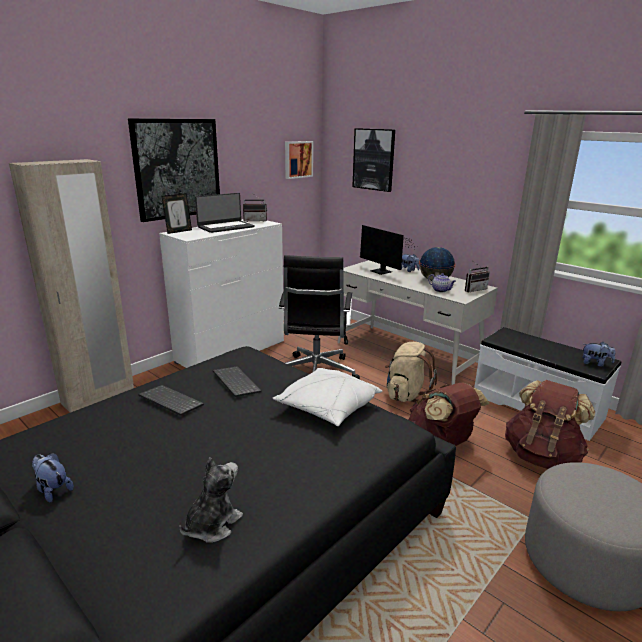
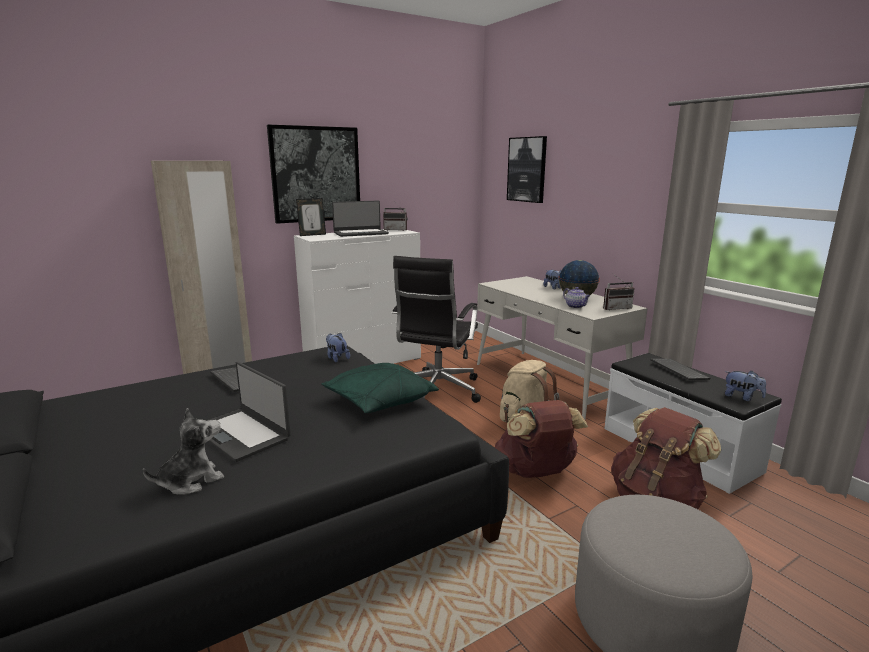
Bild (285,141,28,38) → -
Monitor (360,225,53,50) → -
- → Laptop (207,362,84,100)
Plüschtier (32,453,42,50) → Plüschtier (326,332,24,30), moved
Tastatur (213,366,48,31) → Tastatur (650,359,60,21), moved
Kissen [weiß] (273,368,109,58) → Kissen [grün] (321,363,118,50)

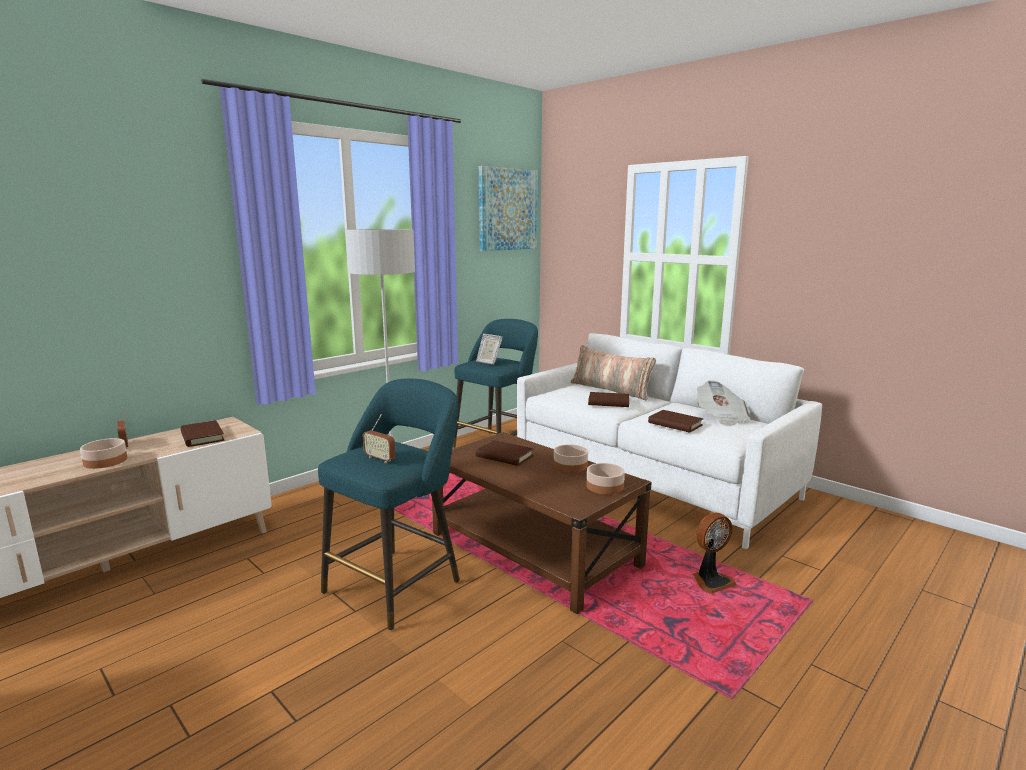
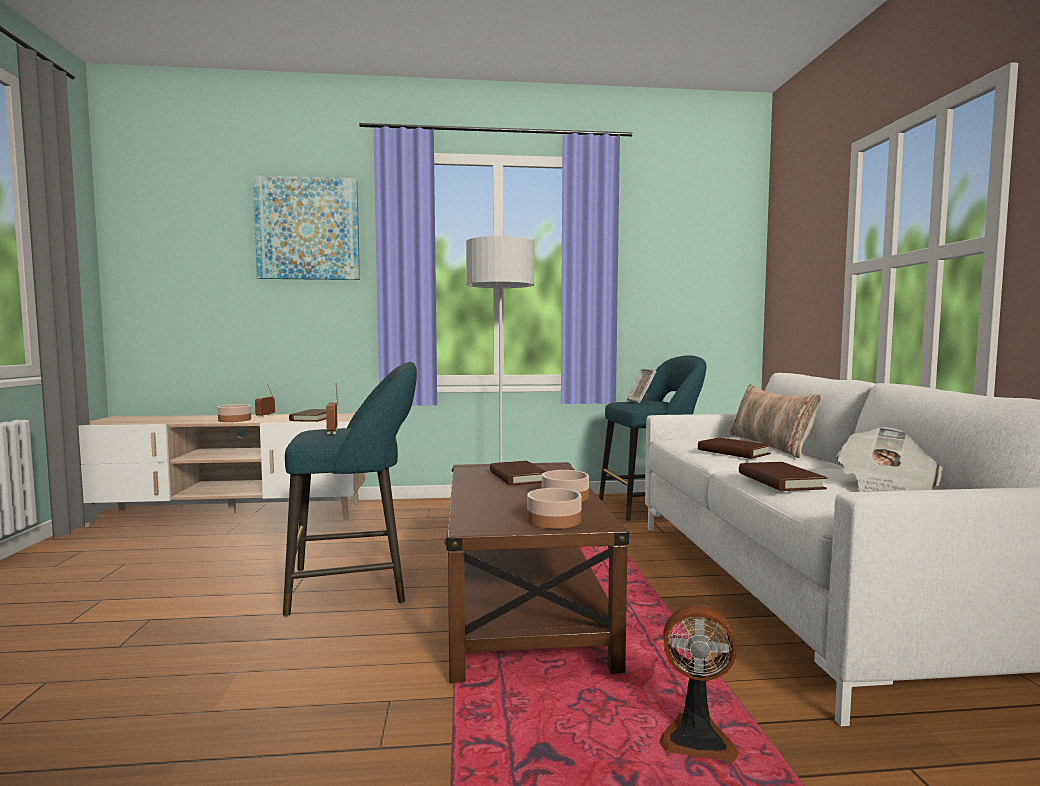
Bild (479,166,59,85) → Bild (253,176,107,104), moved

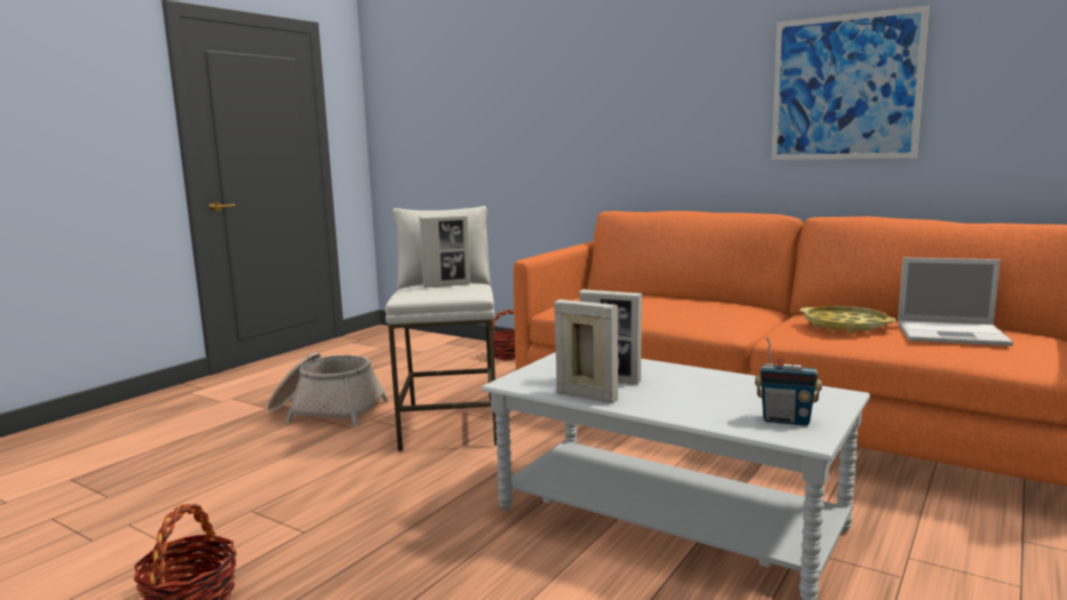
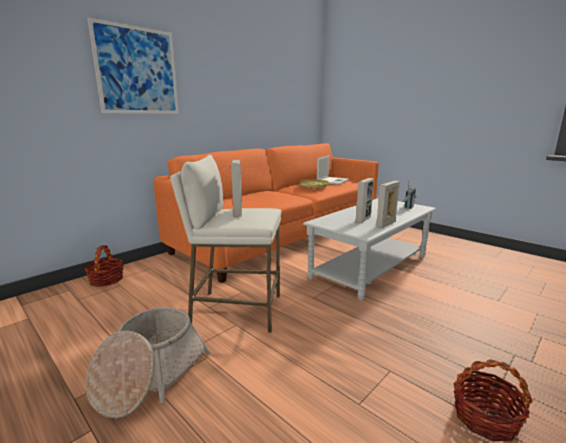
Bild (771,6,158,154) → Bild (87,17,92,97), moved

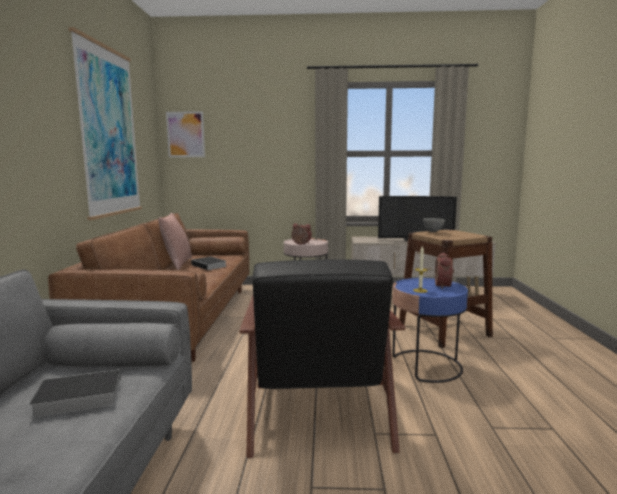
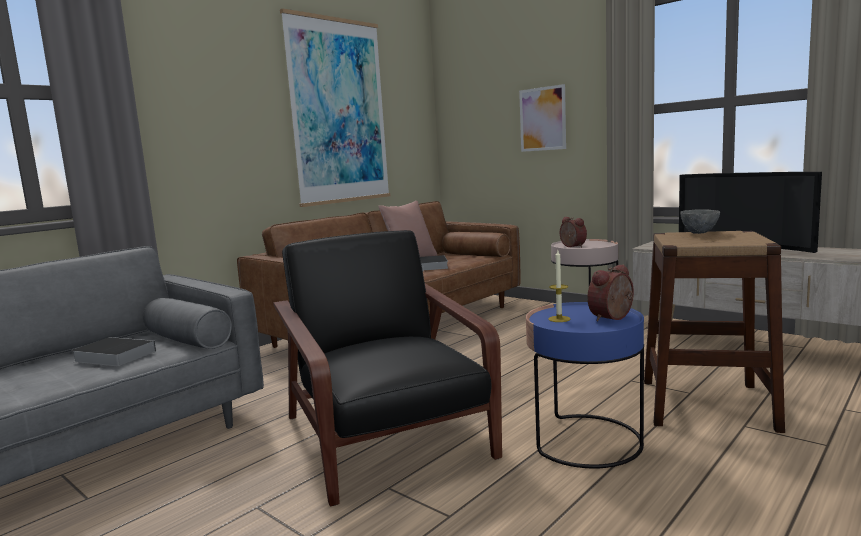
Bild (166,111,39,46) → Bild (519,84,47,68), moved
Sessel [schwarz] (239,259,166,199) → Sessel [schwarz] (274,230,228,276), 120 degrees clockwise

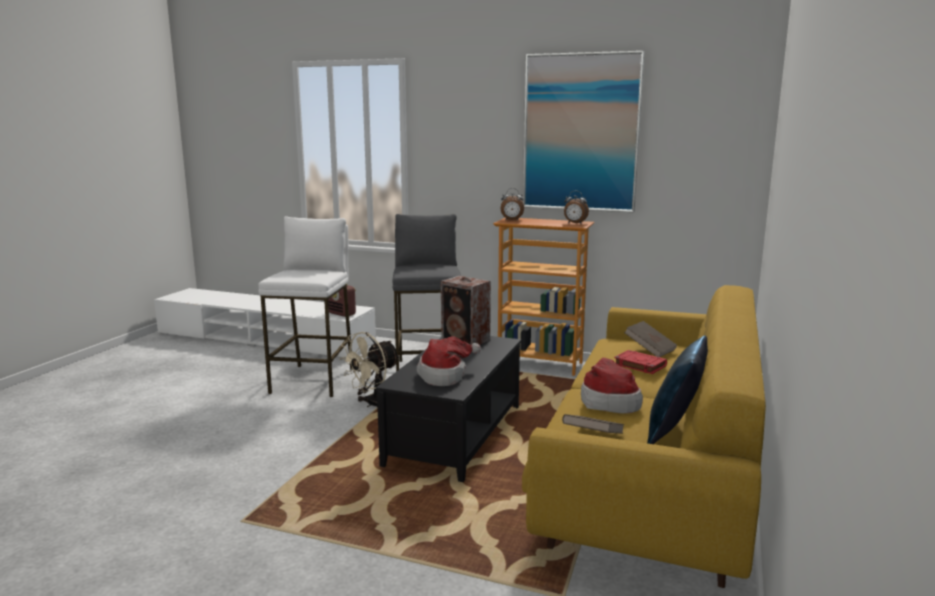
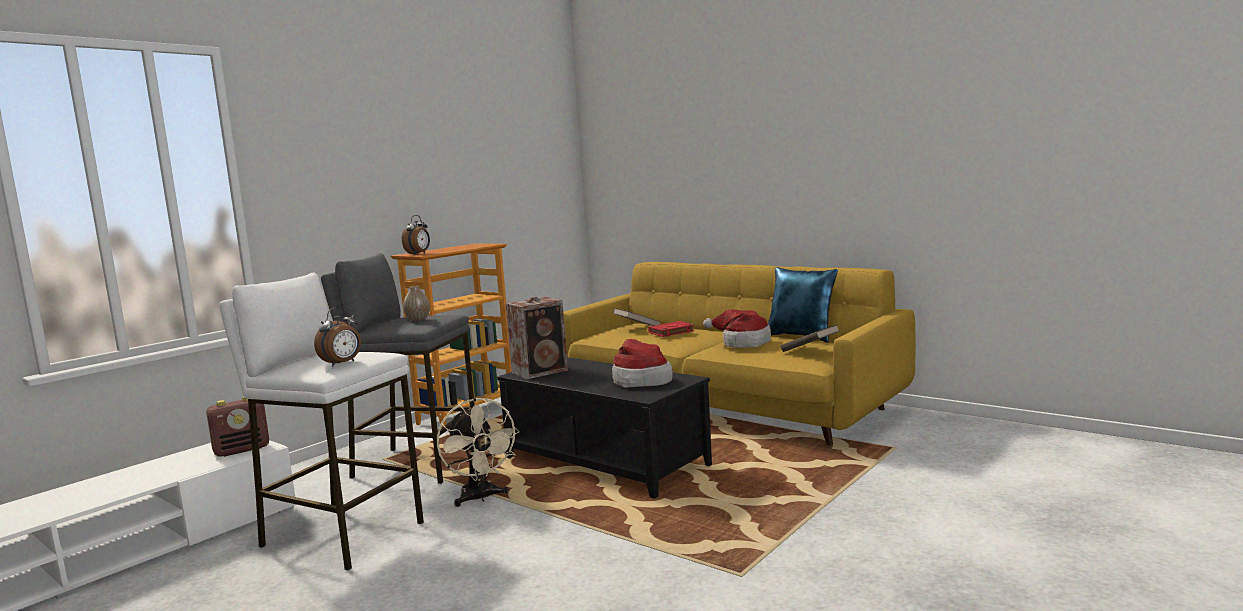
Bild (523,51,121,161) → -
- → Vase (403,286,27,35)
Wecker (564,191,25,33) → Wecker (314,307,47,59), moved

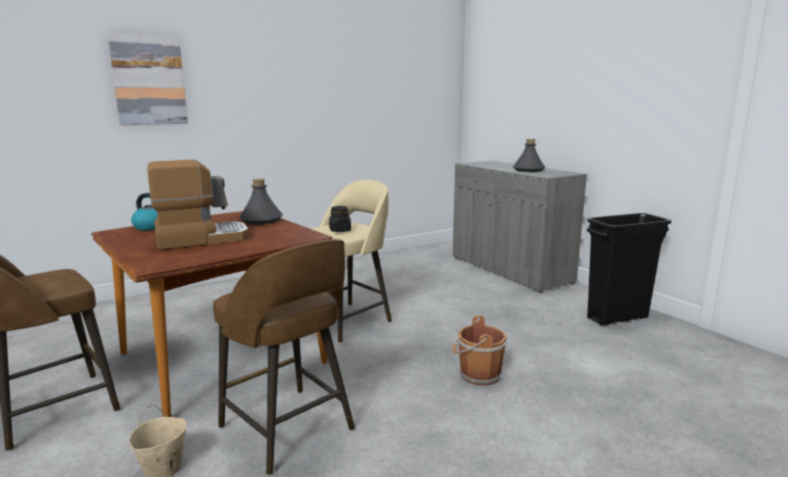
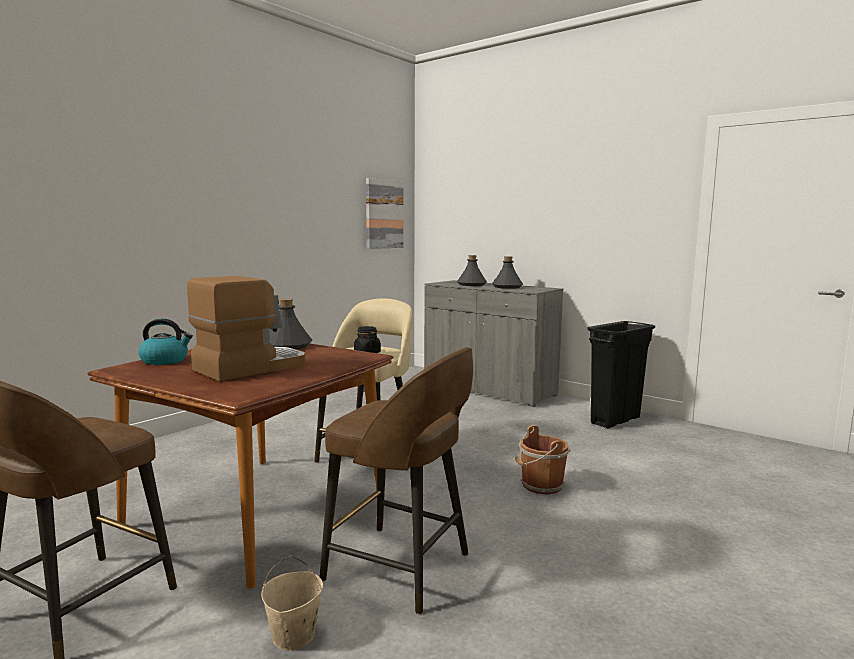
- → Flasche [grau] (457,255,30,31)
Bild (107,33,81,92) → Bild (366,178,38,71), moved

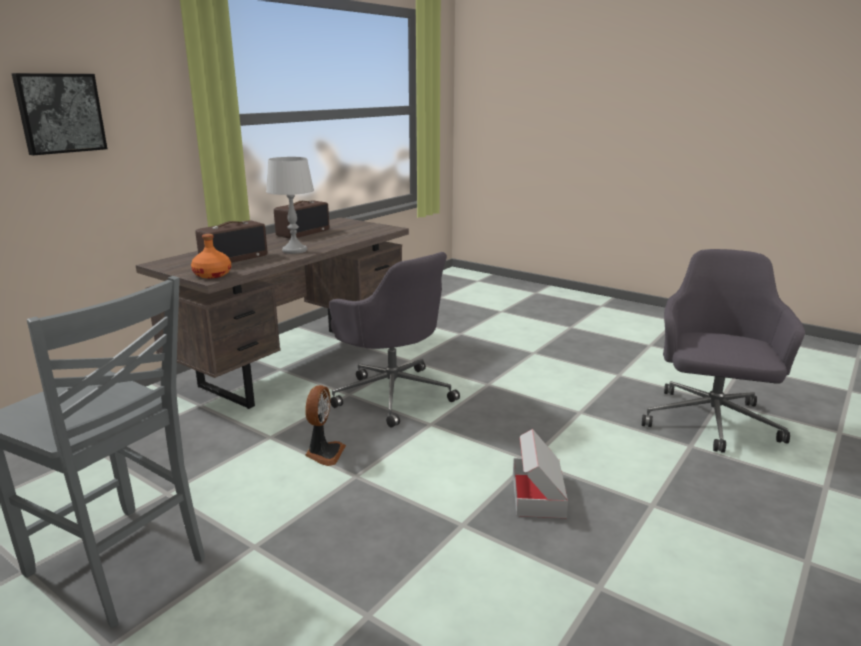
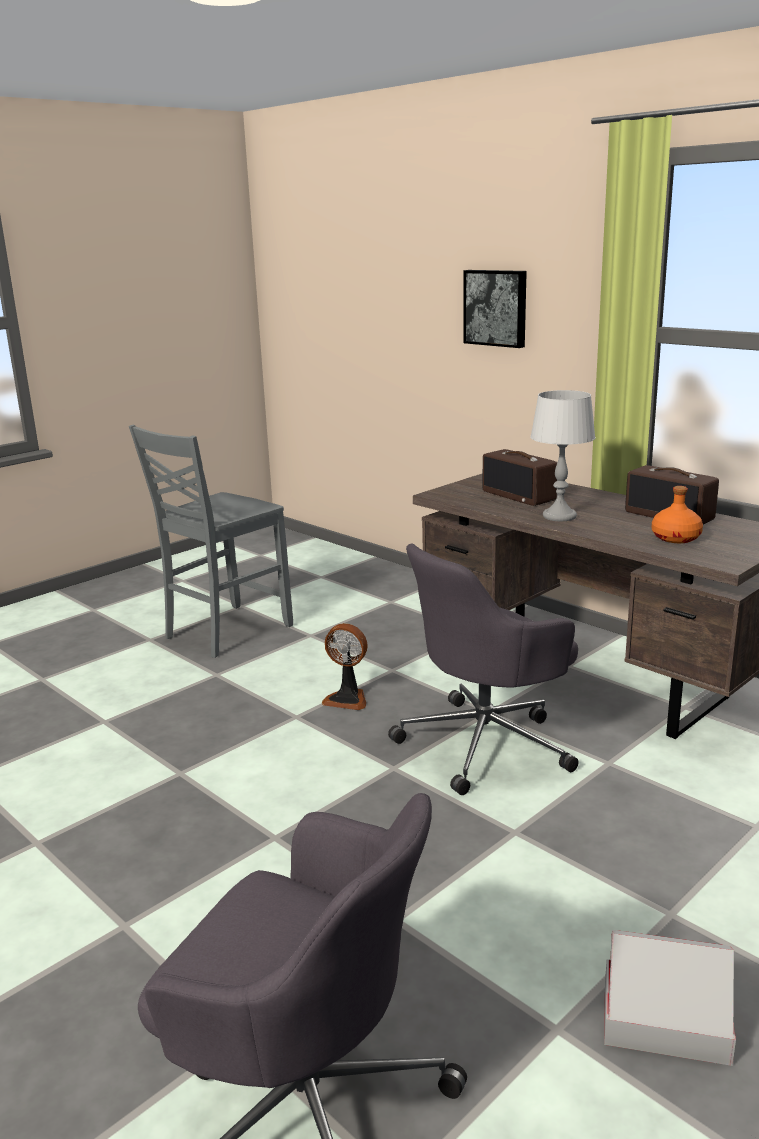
Flasche [orange] (191,234,40,44) → Flasche [orange] (652,486,51,57), moved
Karton (513,429,55,89) → Karton (604,930,132,136), moved

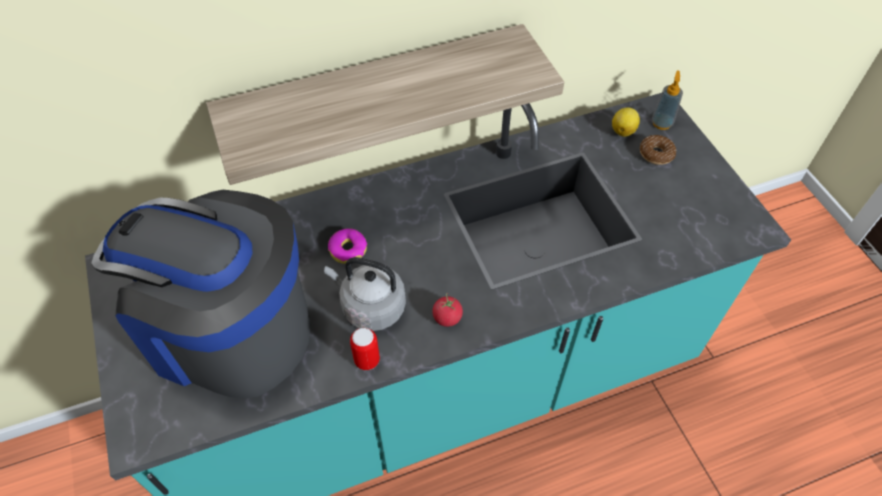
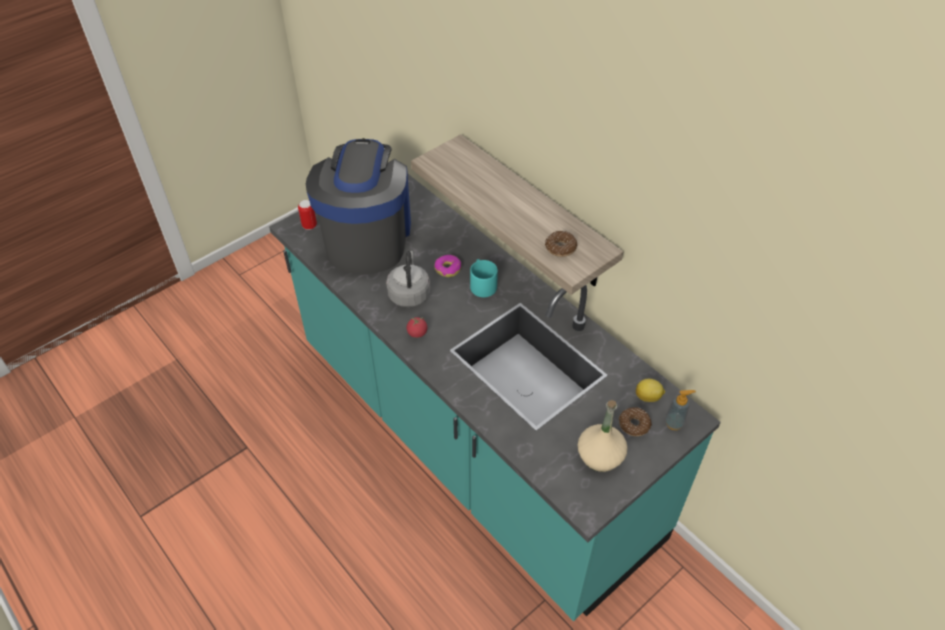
- → Henkelbecher [türkis] (470,259,28,38)
- → Donut (545,231,32,26)
- → Flasche [beige] (578,400,50,72)
Dose (350,328,30,42) → Dose (298,200,19,30), moved

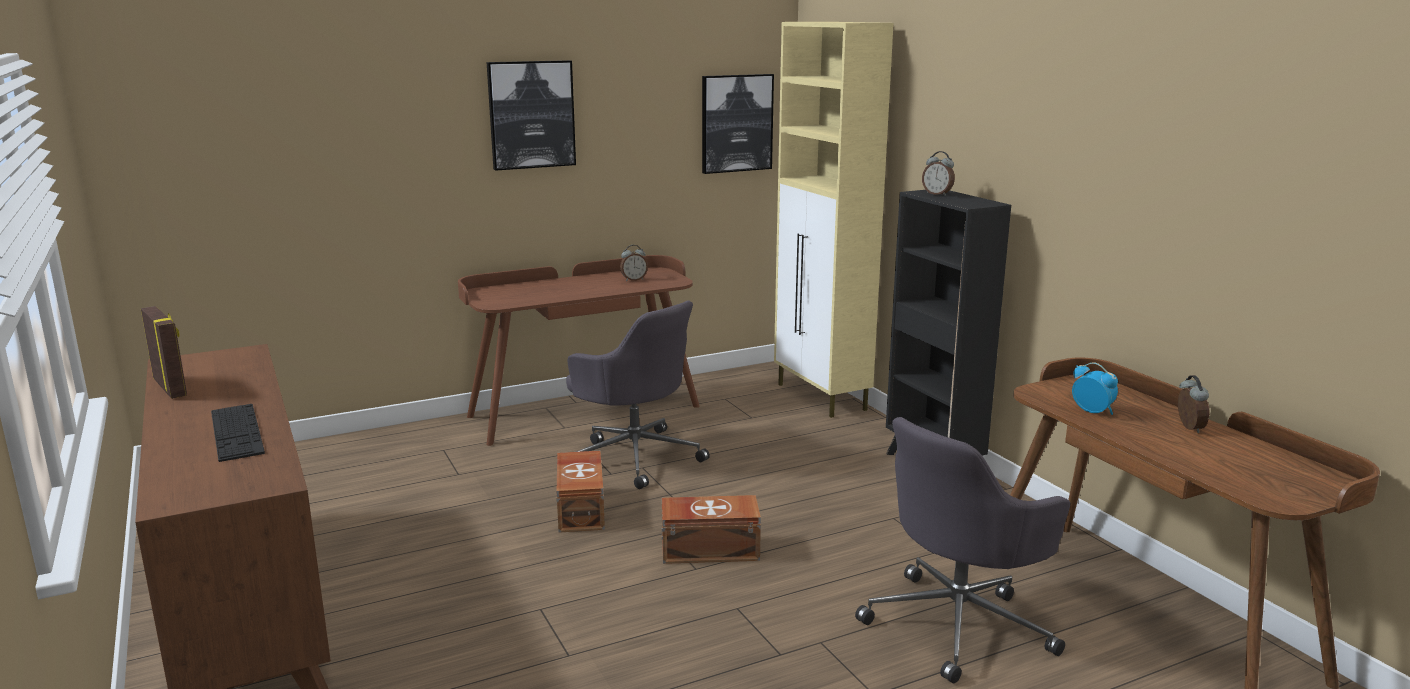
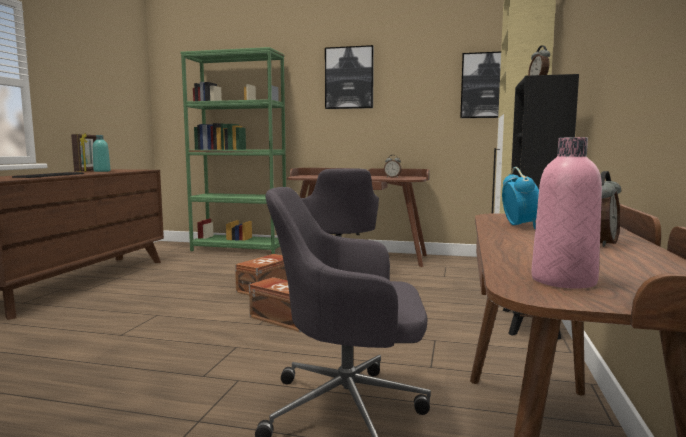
- → Flasche [türkis] (93,135,18,37)
- → Bücherregal [grün] (181,47,105,207)
- → Flasche [rosa] (531,137,71,152)

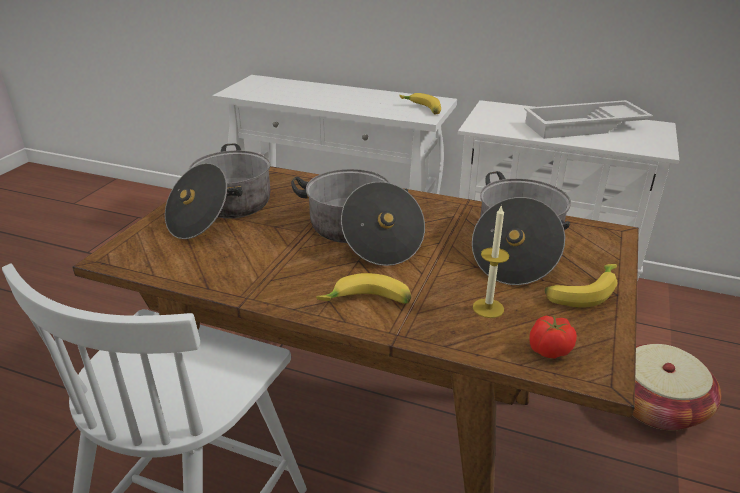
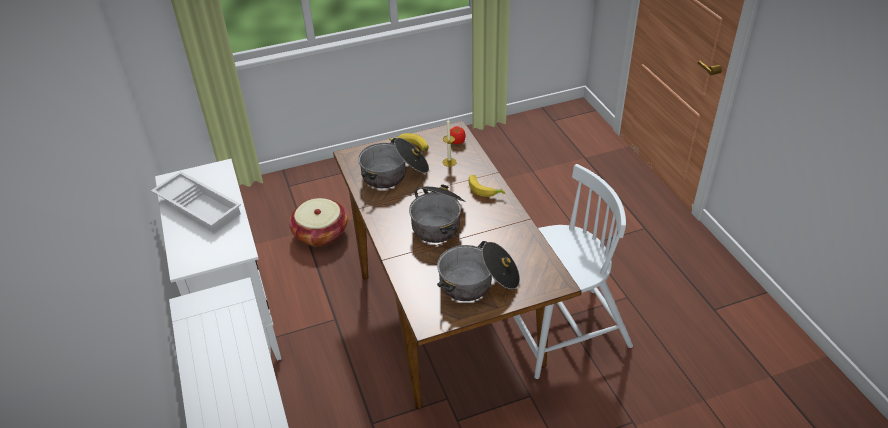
Banane (400,93,41,21) → -

